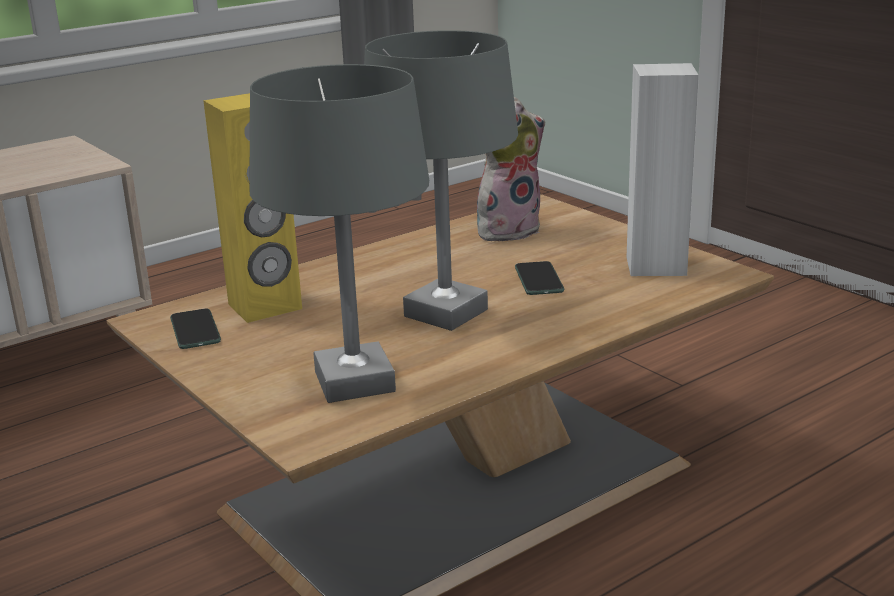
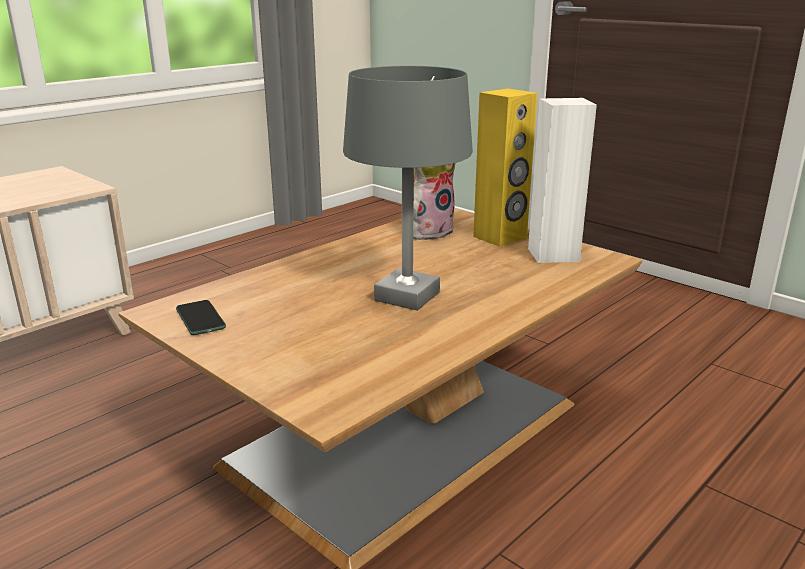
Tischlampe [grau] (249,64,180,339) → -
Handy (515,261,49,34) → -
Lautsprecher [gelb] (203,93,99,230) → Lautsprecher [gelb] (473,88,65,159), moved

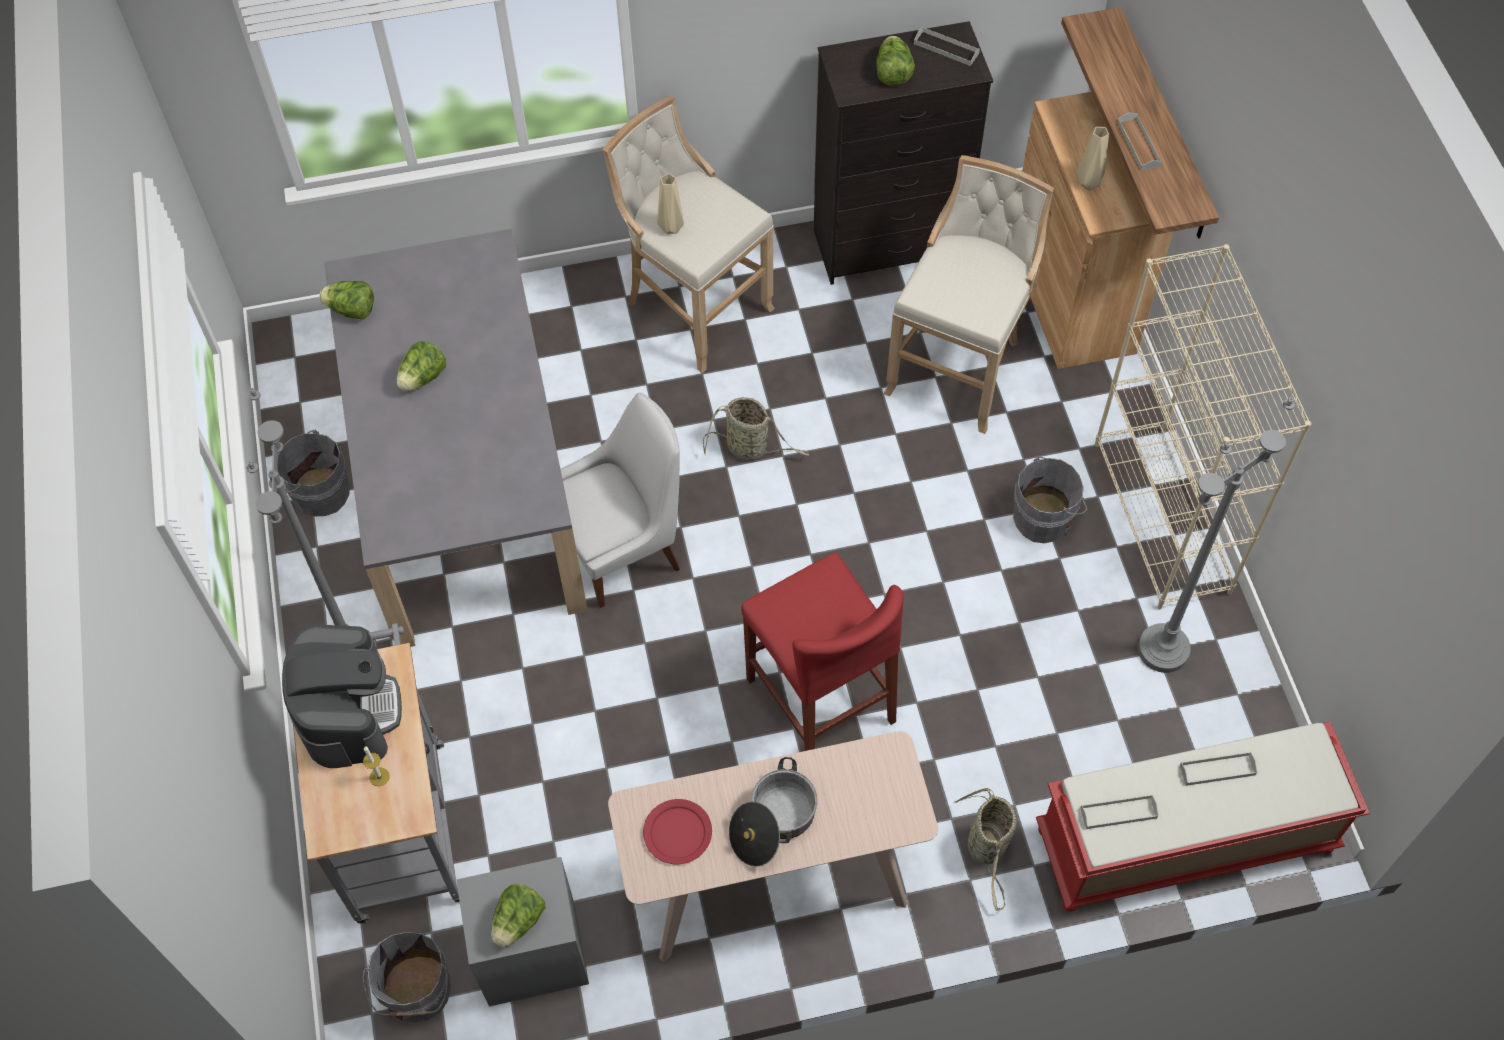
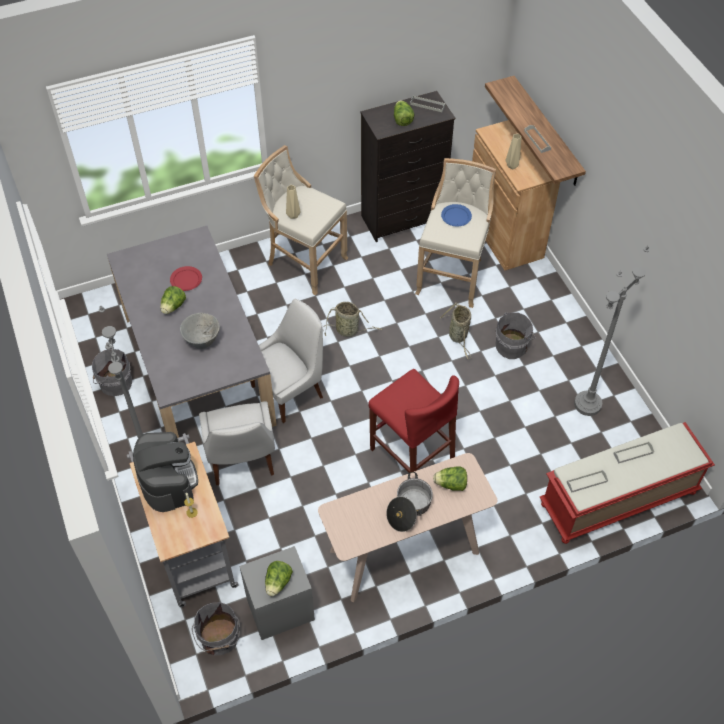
Bücherregal [beige] (1095,244,216,366) → -
- → Schüssel [grau] (180,313,40,36)
- → Stuhl [weiß] (199,401,76,84)
- → Teller [blau] (441,204,31,22)
Salatkopf (319,281,55,39) → Salatkopf (433,466,34,25), moved
Teller [rot] (643,799,69,65) → Teller [rot] (170,266,32,25), moved
Korb (954,788,63,123) → Korb (439,302,32,57), moved

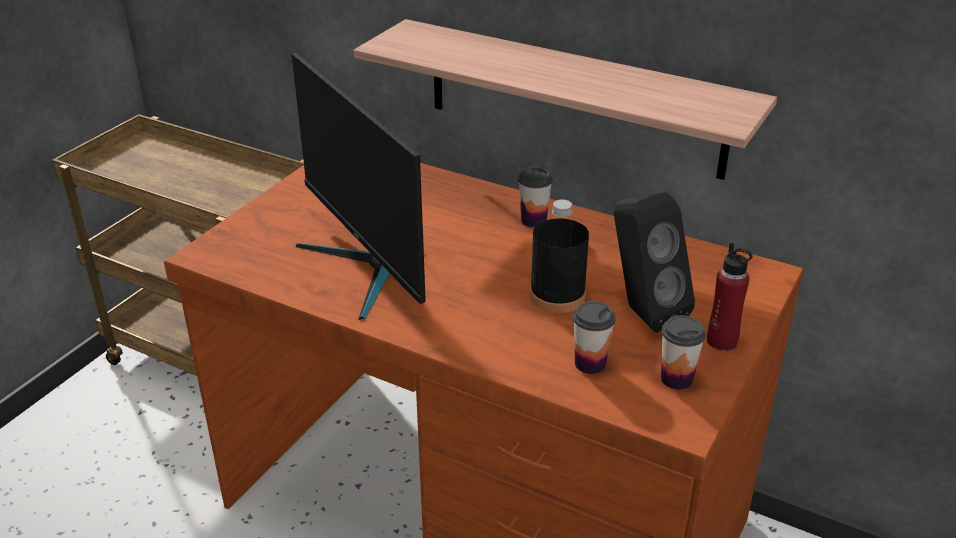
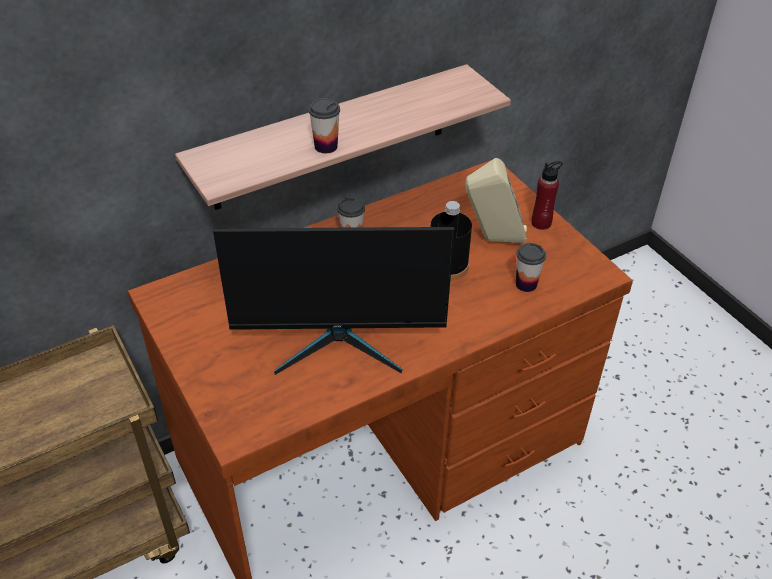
Tasse (661,315,45,75) → Tasse (309,98,31,55), moved
Lautsprecher [schwarz] (614,192,81,141) → Lautsprecher [beige] (465,158,62,85)

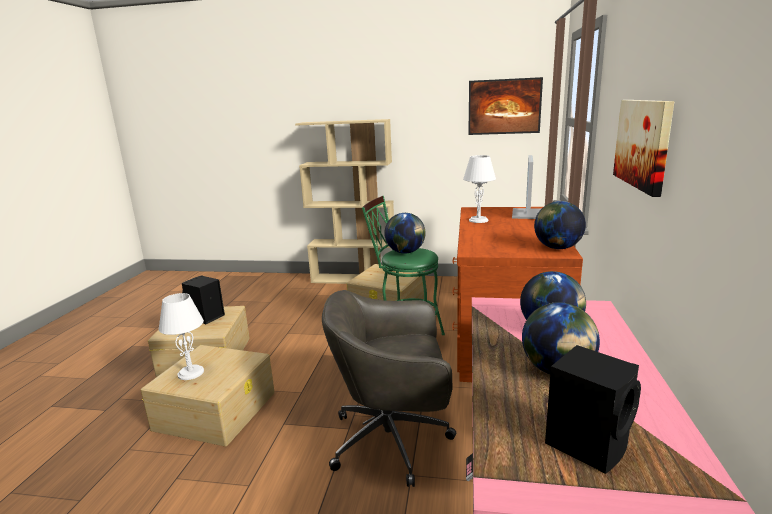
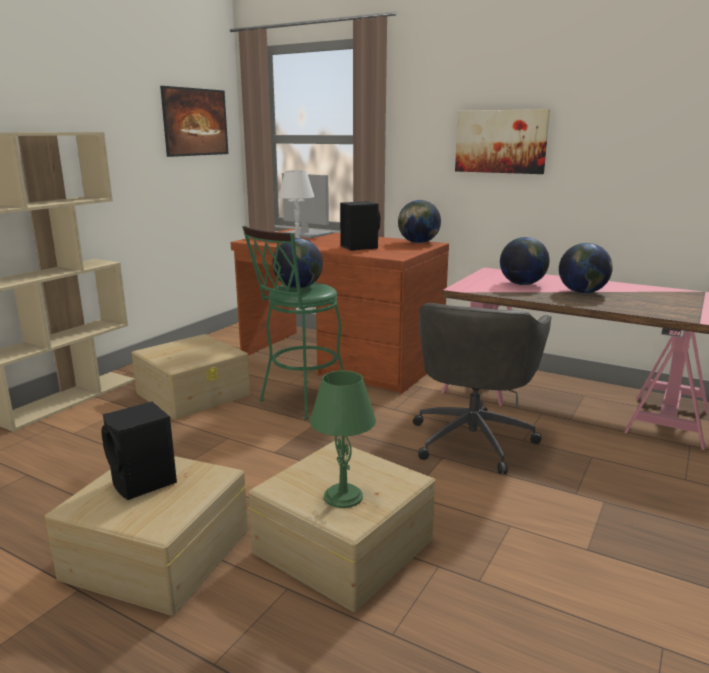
Lautsprecher [schwarz] (545,345,96,129) → Lautsprecher [schwarz] (340,201,40,50), moved
Tischlampe [weiß] (159,293,45,87) → Tischlampe [grün] (310,371,66,137)

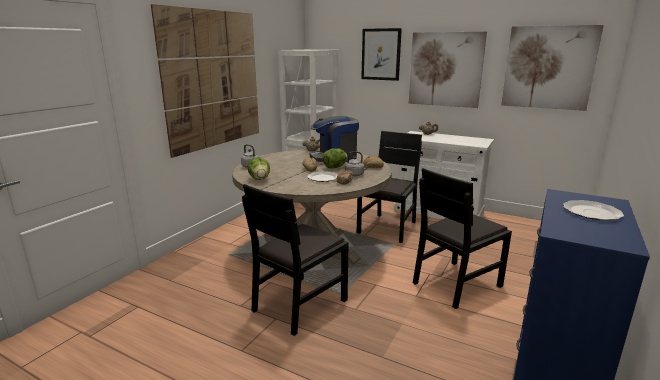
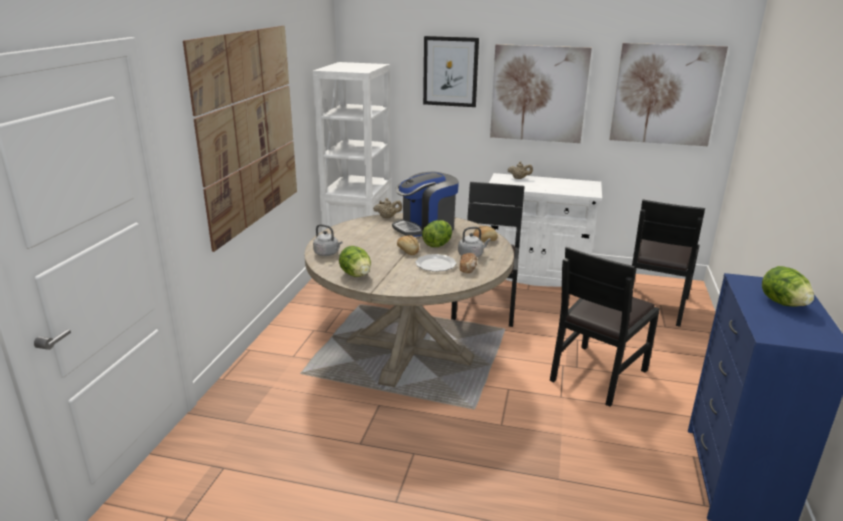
Stuhl [schwarz] (242,184,107,152) → Stuhl [schwarz] (632,199,73,128), moved
Teller (563,200,61,20) → Salatkopf (762,266,52,40)

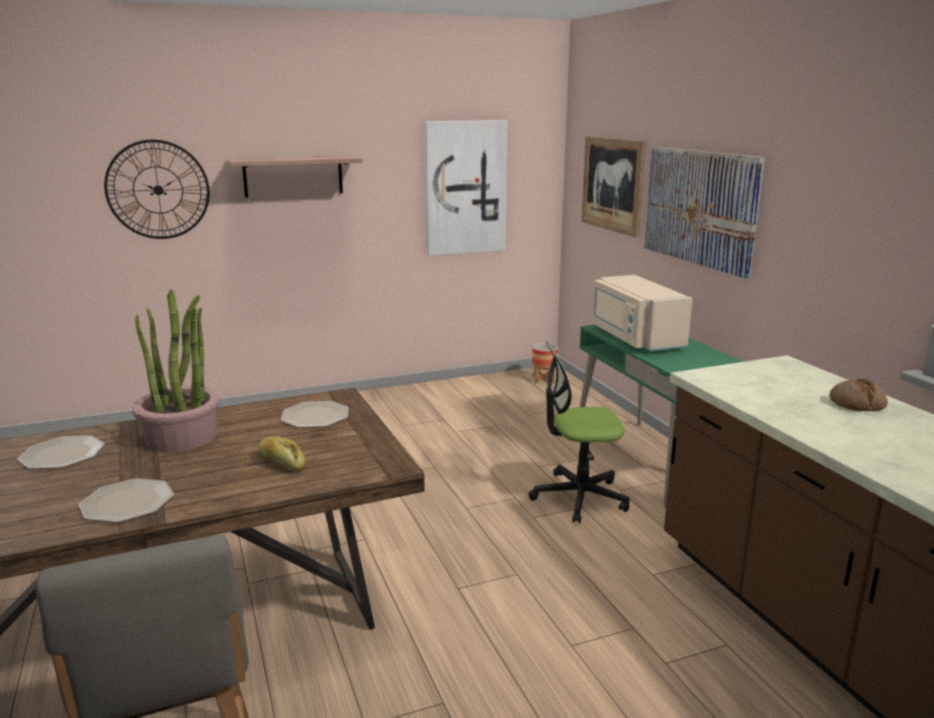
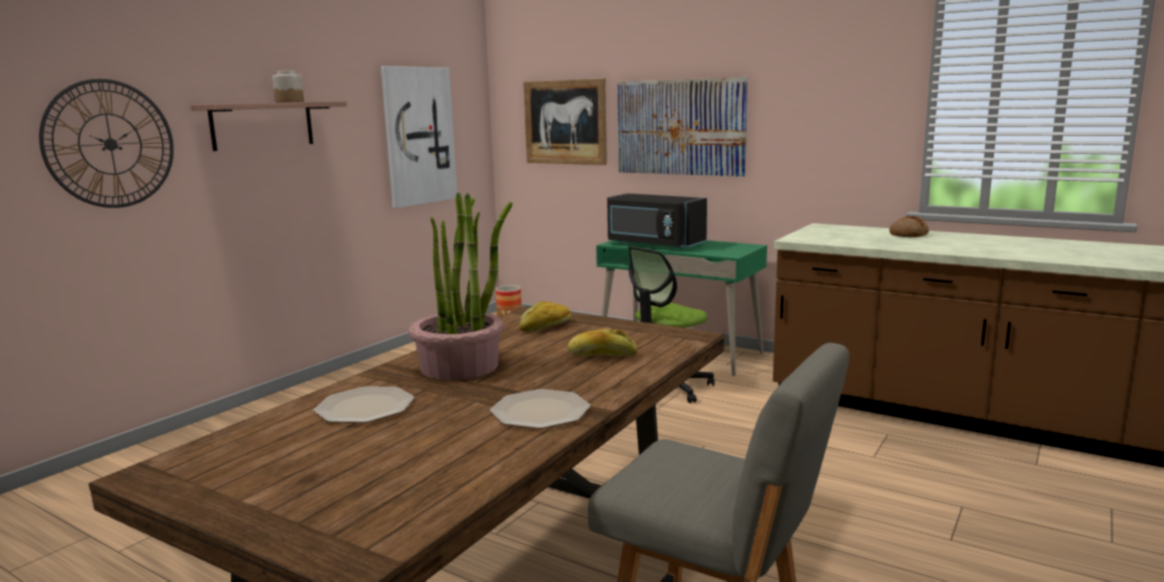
- → Vorratsglas (272,71,32,32)
Teller (281,401,68,27) → Brot (519,301,53,31)
Mikrowelle [beige] (592,275,101,77) → Mikrowelle [schwarz] (607,193,100,57)

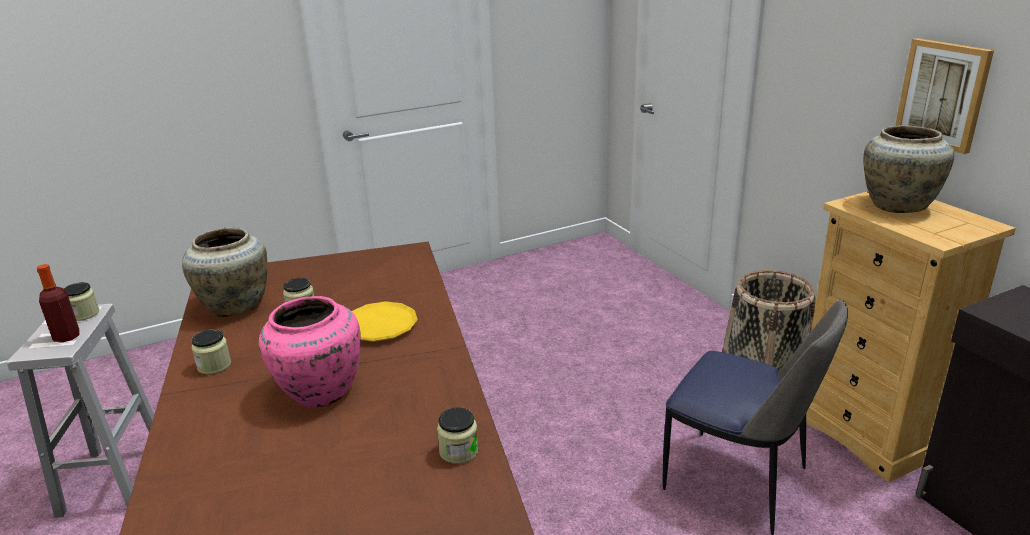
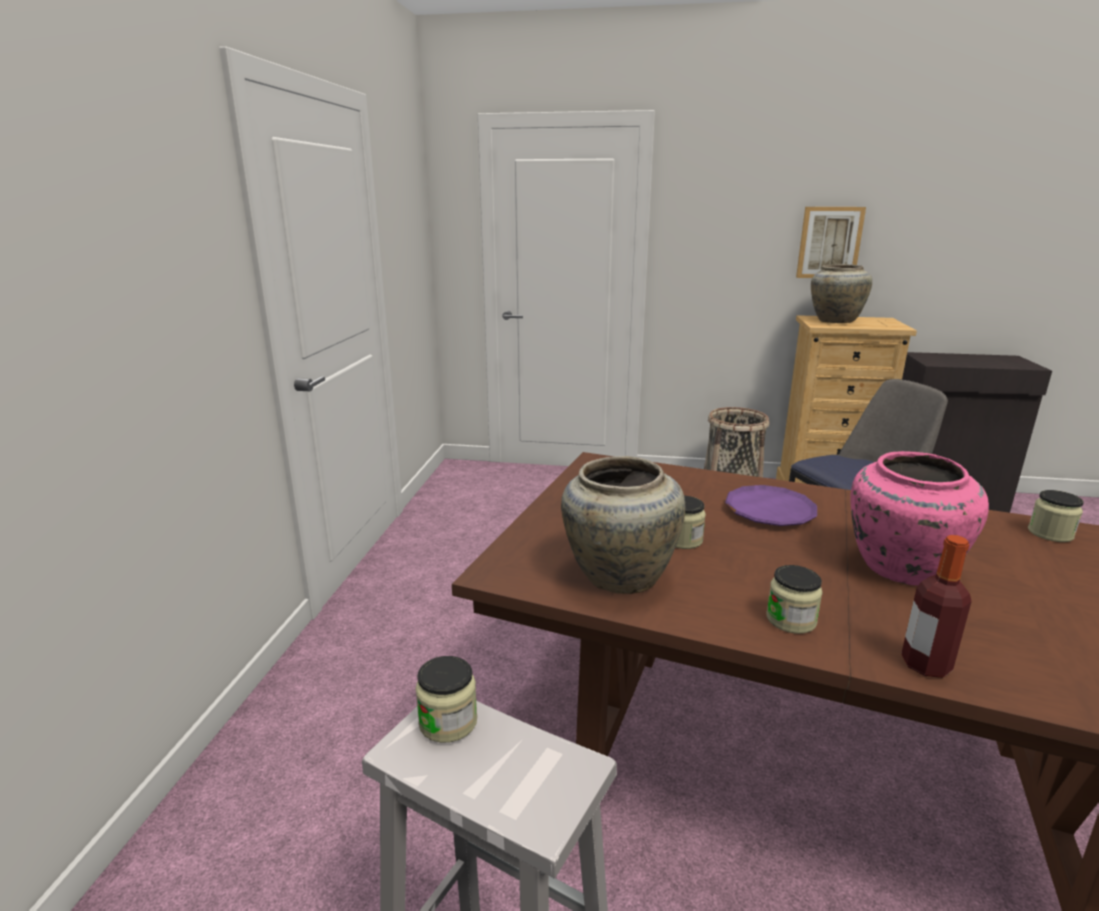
Flasche (37,264,43,79) → Flasche (901,535,71,143), moved
Teller [gelb] (352,301,66,41) → Teller [lila] (725,485,92,41)

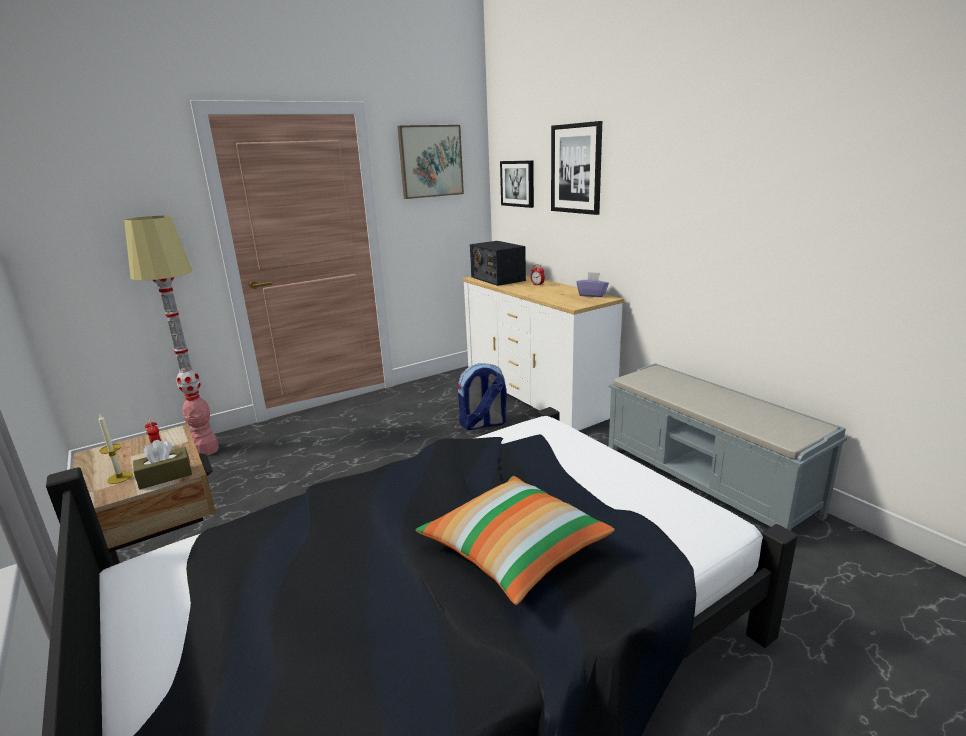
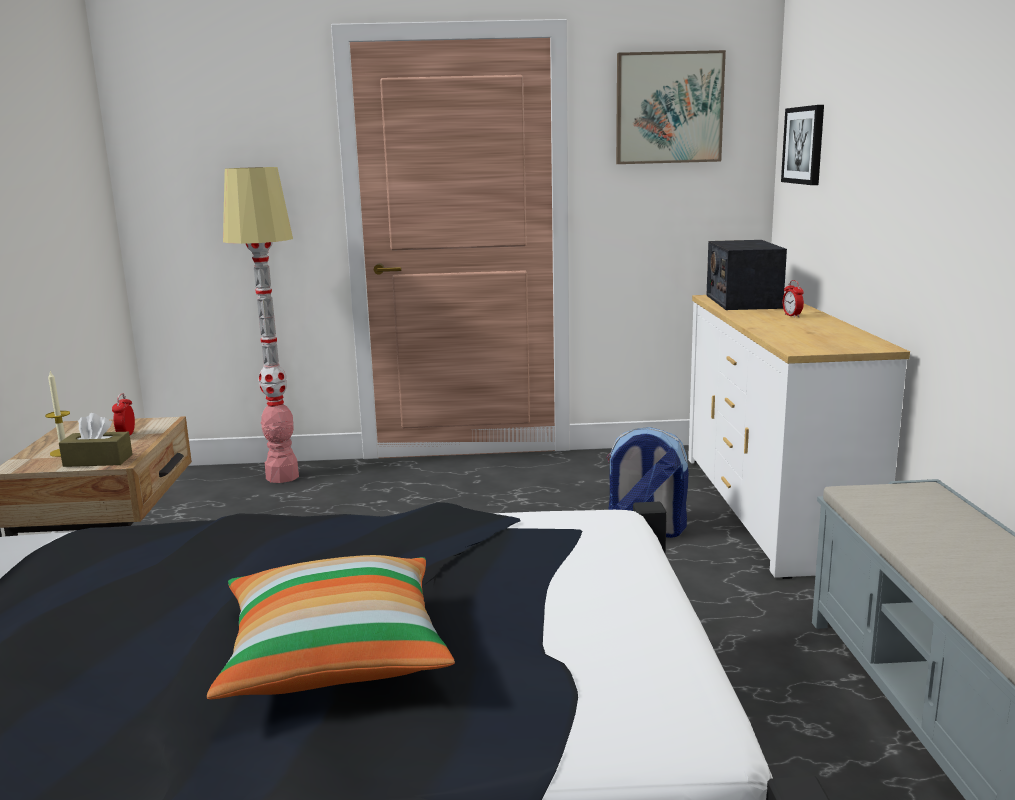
Bild (551,121,51,94) → -
Taschentuchbox [lila] (576,272,33,25) → -

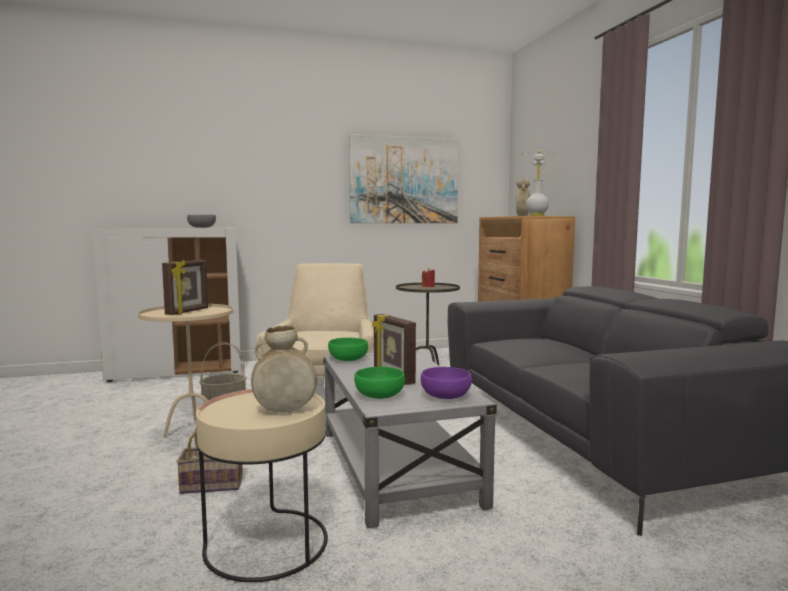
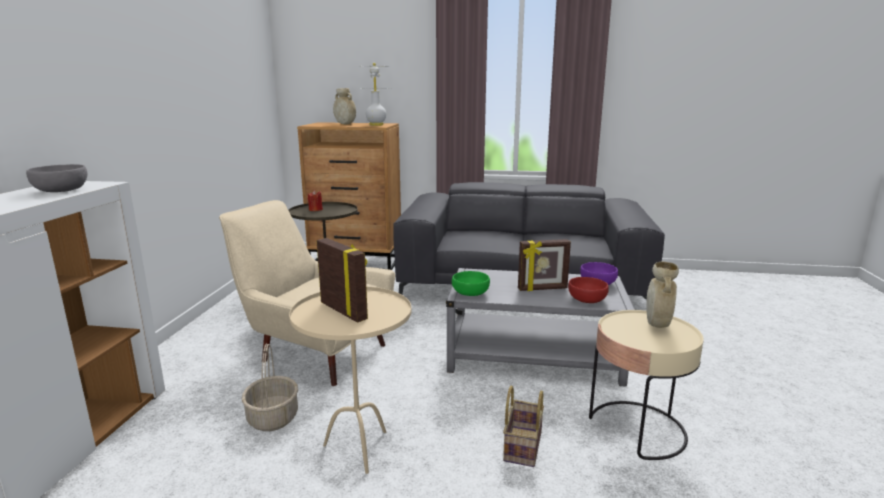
Bild (349,134,110,89) → -
Schüssel [grün] (354,367,51,32) → Schüssel [rot] (568,277,41,26)

